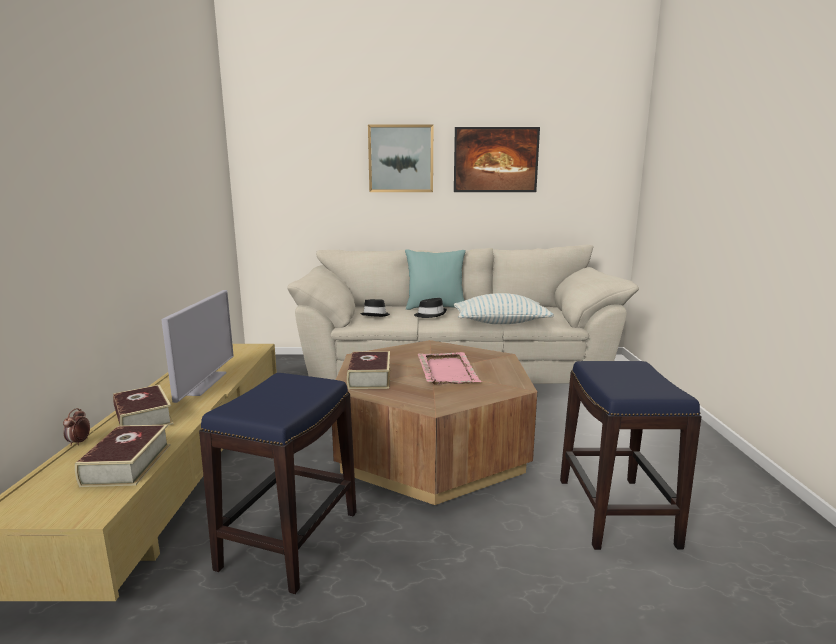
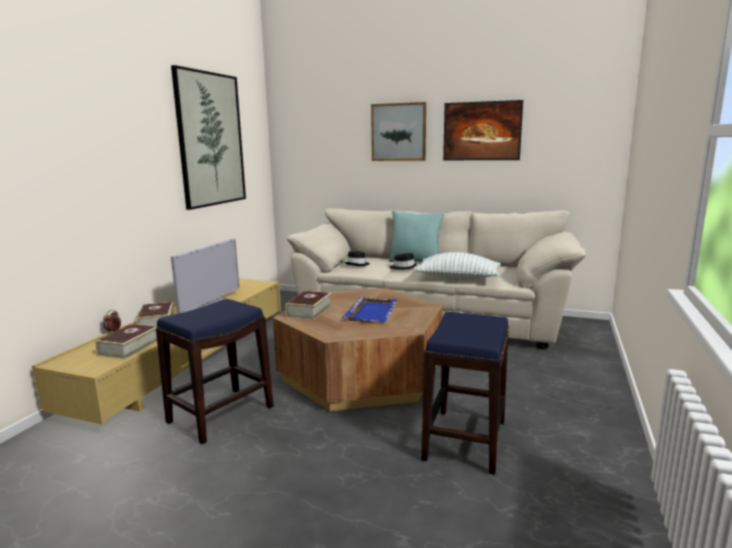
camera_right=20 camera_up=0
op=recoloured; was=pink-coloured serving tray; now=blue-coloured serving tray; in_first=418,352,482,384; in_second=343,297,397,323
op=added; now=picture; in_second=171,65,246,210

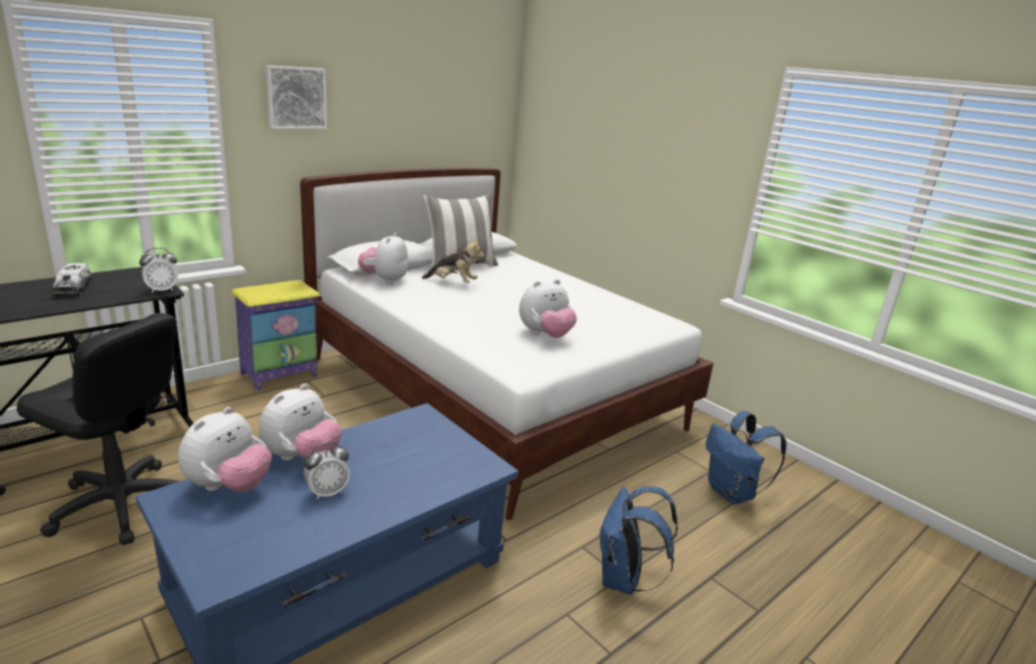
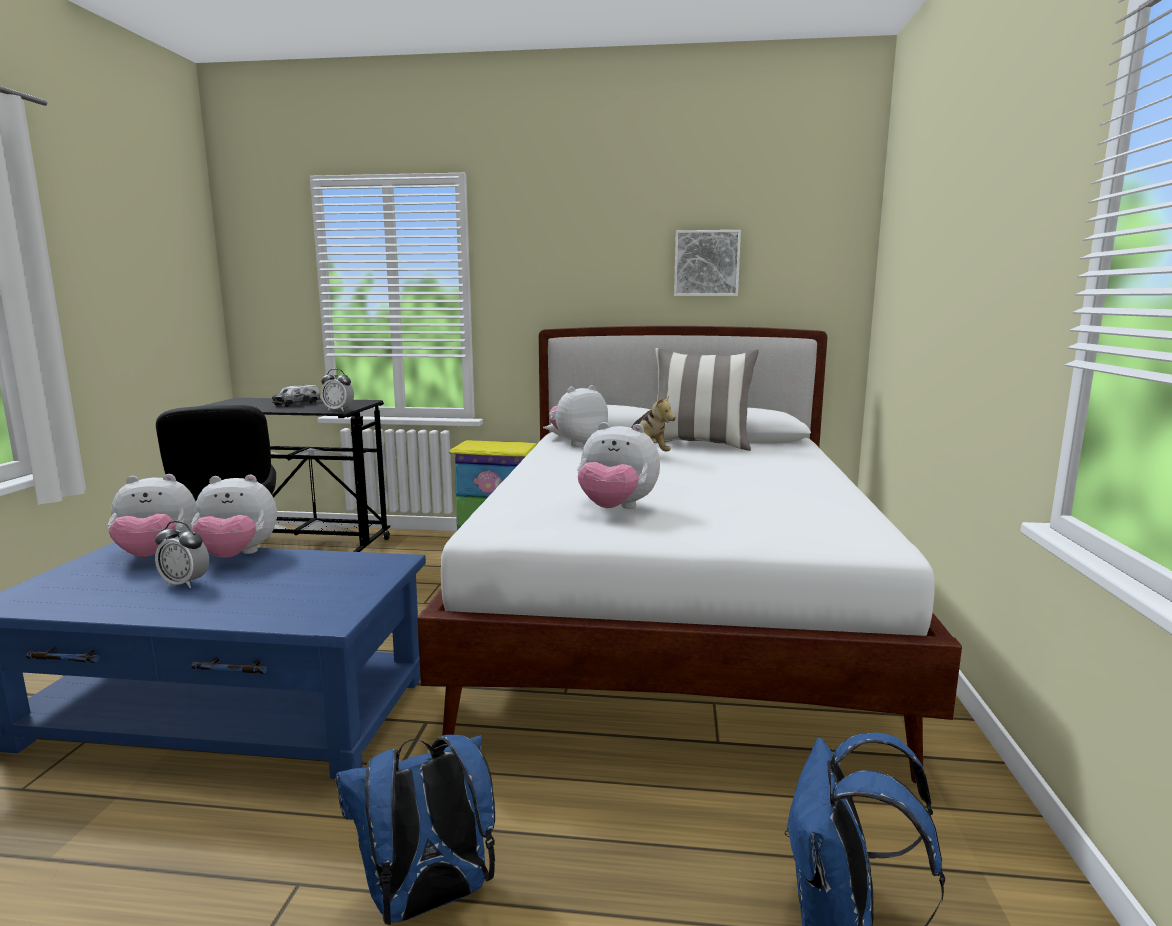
camera_right=50 camera_up=-10
op=moved; was=picture; in_first=266,65,327,129; in_second=674,230,741,296

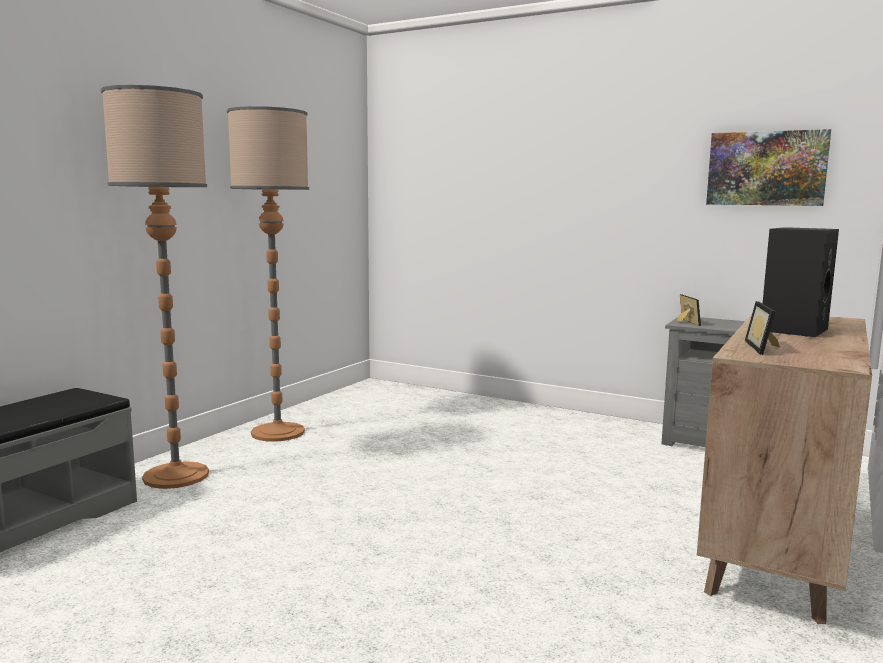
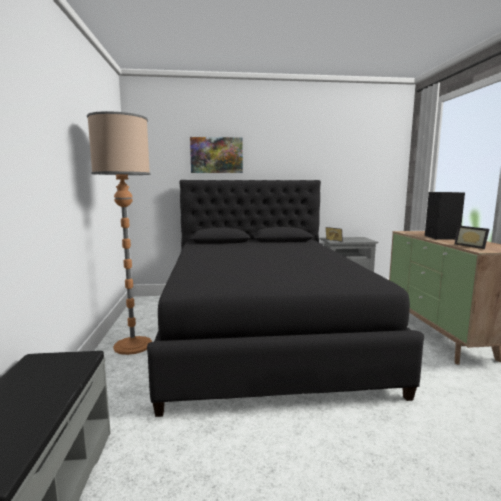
camera_right=-35 camera_up=0
op=removed; was=standing lamp; in_first=101,85,209,489
op=moved; was=picture; in_first=706,129,831,206; in_second=190,137,243,173
op=added; now=blackish bedroom bed; in_second=147,180,424,417

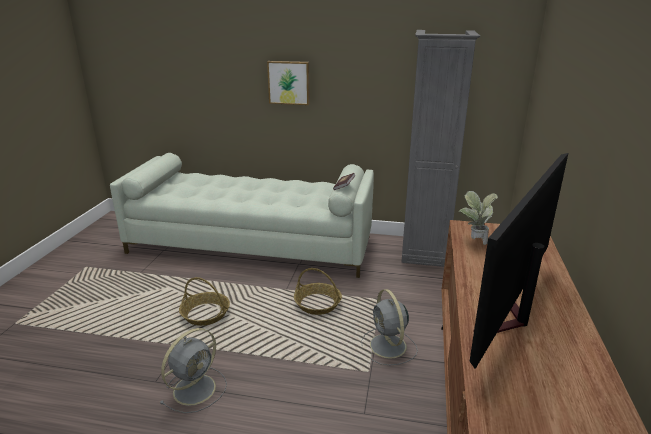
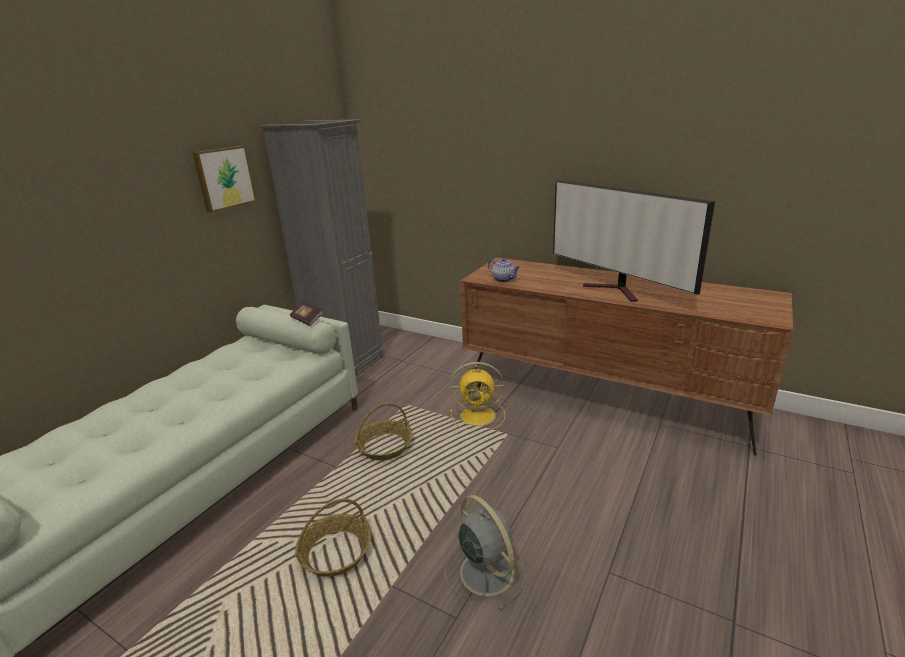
camera_right=-70 camera_up=0
op=moved; was=picture; in_first=267,61,310,105; in_second=192,146,257,212
op=recoloured; was=grey cooling fan; now=yellow-coloured cooling fan; in_first=361,289,418,365; in_second=449,362,505,430
op=replaced; was=potted plant; now=tea pot; in_first=459,191,498,245; in_second=488,258,520,282

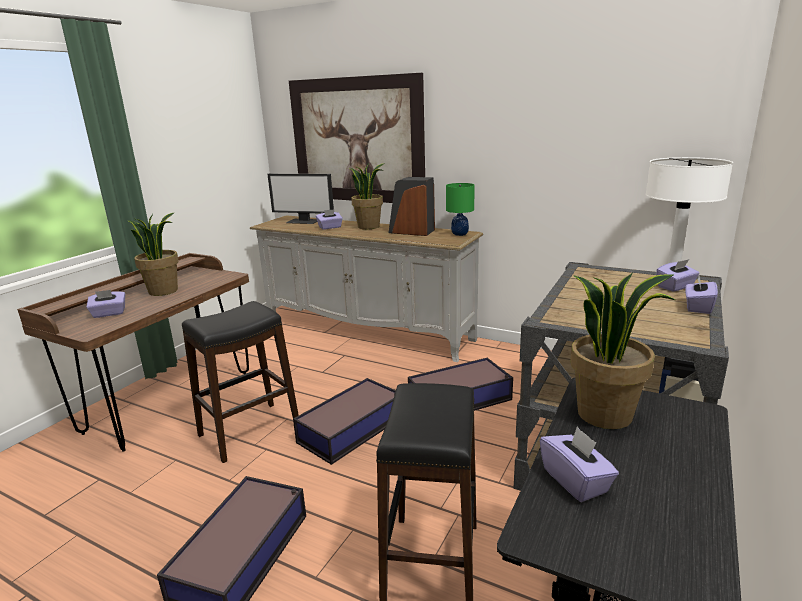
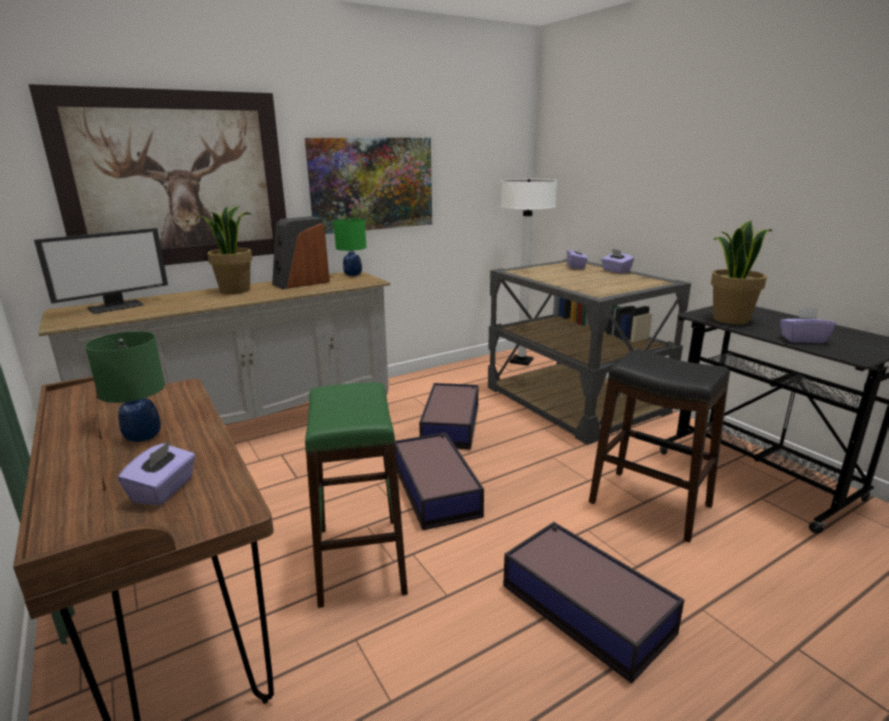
camera_right=-60 camera_up=0
op=replaced; was=potted plant; now=green-coloured tabletop lamp; in_first=127,212,179,296; in_second=85,331,165,442
op=recoloured; was=blackish stool seat; now=green-coloured stool seat; in_first=182,301,299,463; in_second=305,383,408,608
op=removed; was=purple box of tissues; in_first=316,209,343,230
op=added; now=picture; in_second=305,138,432,234

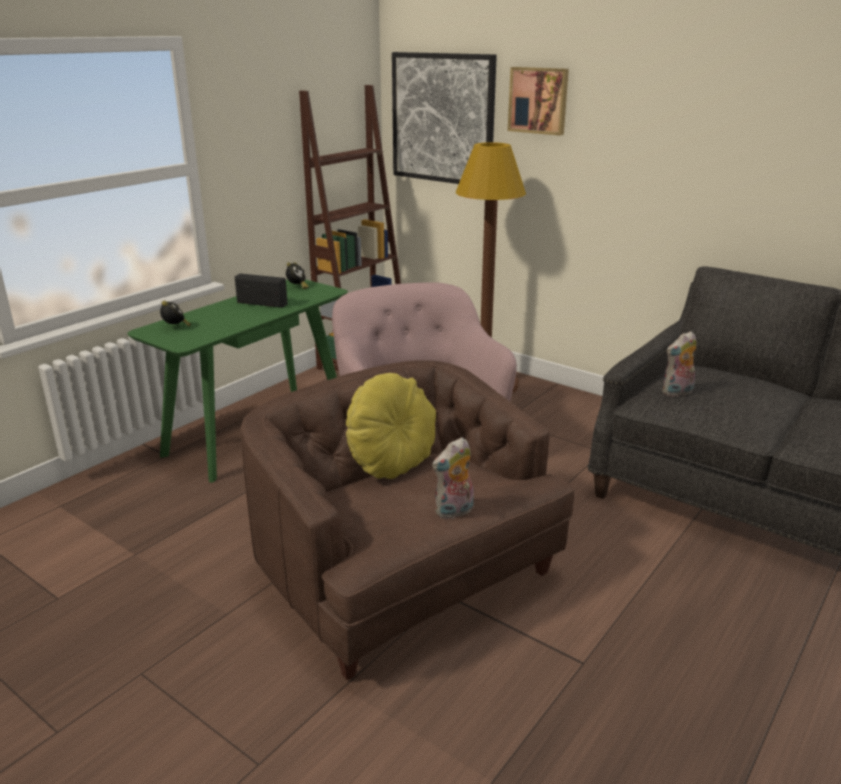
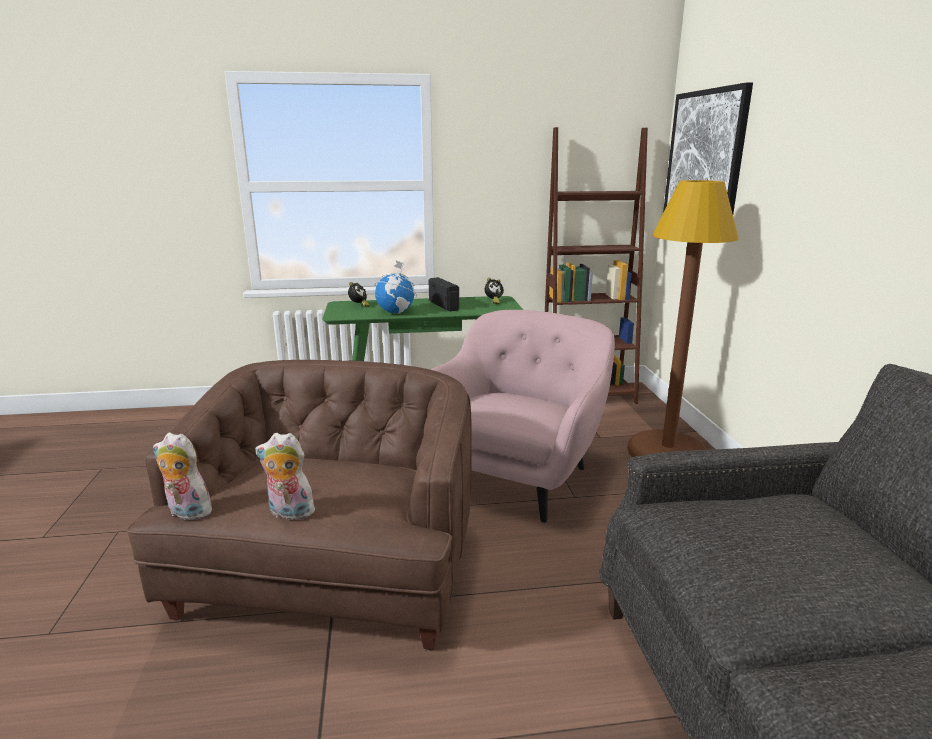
camera_right=45 camera_up=-5
op=removed; was=yellow-coloured throw pillow; in_first=346,373,436,479
op=removed; was=picture; in_first=508,67,569,136
op=moved; was=plush toy; in_first=662,331,696,397; in_second=153,433,212,520
op=added; now=world globe; in_second=374,260,417,314

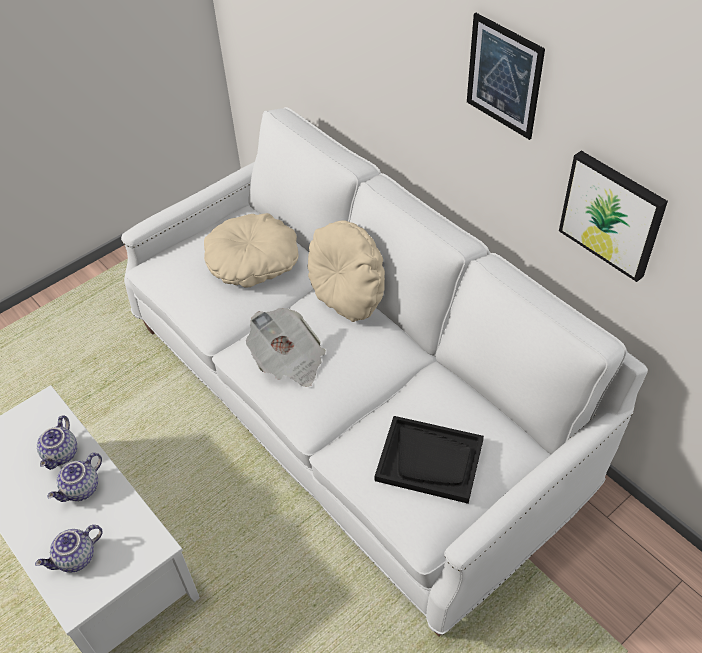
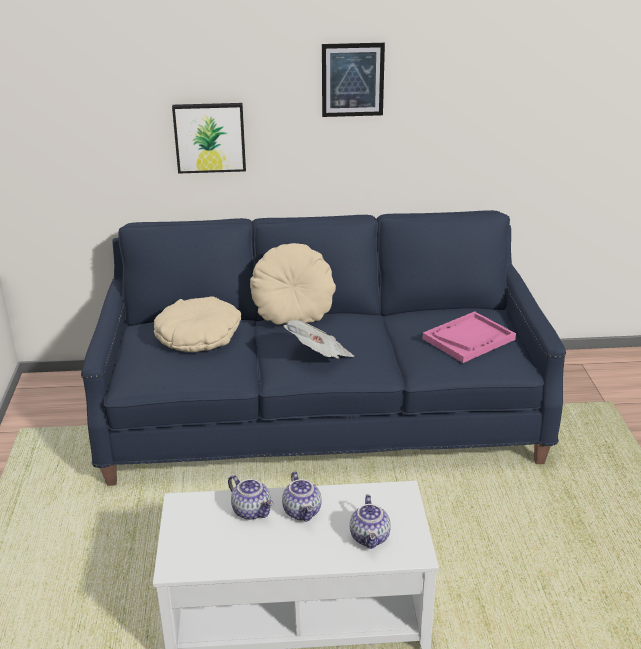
camera_right=-55 camera_up=-20
op=recoloured; was=white sofa; now=blue-coloured sofa; in_first=121,107,648,637; in_second=81,210,566,486
op=recoloured; was=blackish serving tray; now=pink-coloured serving tray; in_first=375,416,484,504; in_second=423,311,516,363
op=moved; was=picture; in_first=559,151,668,282; in_second=172,103,246,174

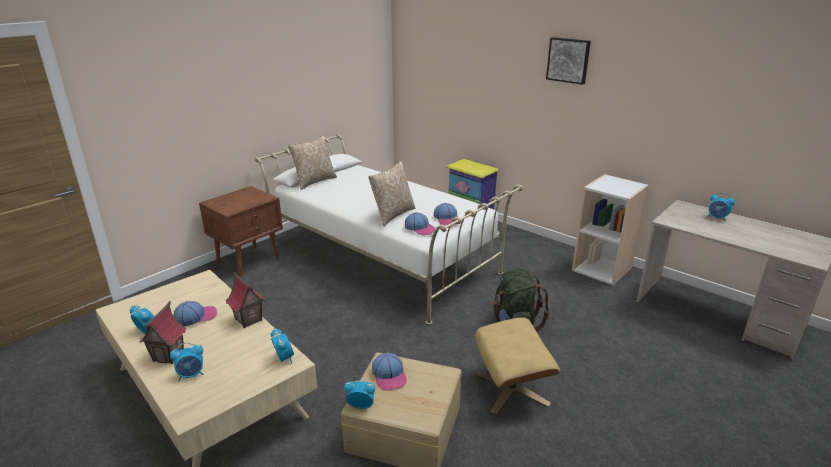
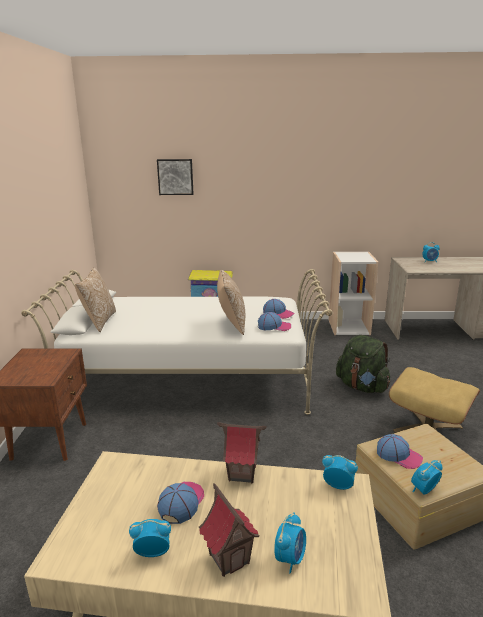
camera_right=-40 camera_up=-5
op=moved; was=picture; in_first=546,37,591,85; in_second=157,159,193,195

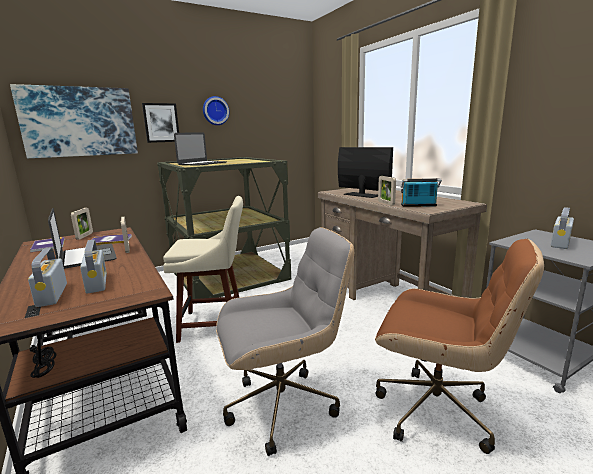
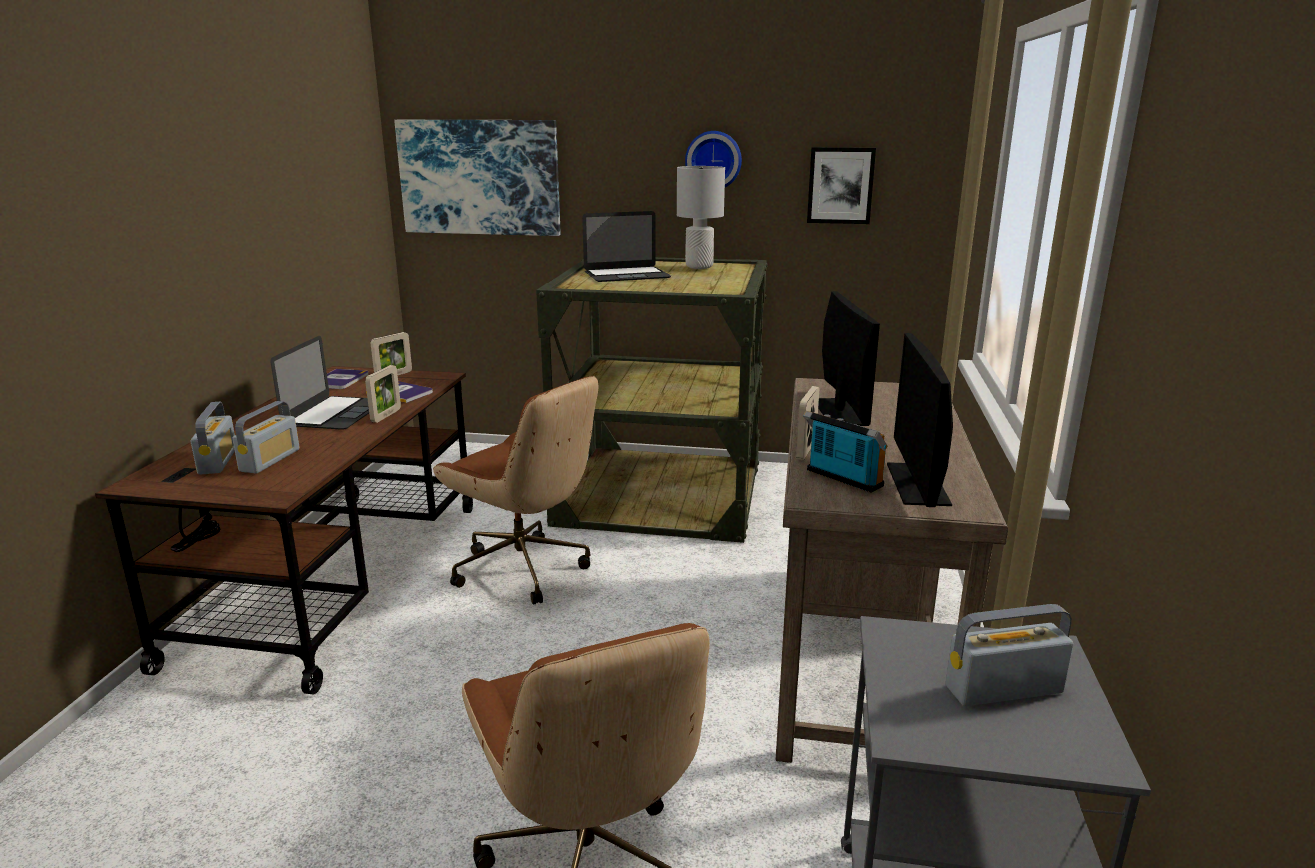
camera_right=40 camera_up=5
op=turned; was=radio receiver; in_first=28,248,67,307; in_second=190,402,235,475; clockwise=150
op=moved; was=picture; in_first=142,103,179,143; in_second=807,147,876,224
op=replaced; was=beige stool seat; now=brownish computer chair; in_first=163,196,243,343; in_second=433,376,598,605
op=removed; was=grey computer chair; in_first=216,227,354,456
op=added; now=grey tabletop lamp; in_second=677,166,725,269
op=added; now=computer display; in_second=887,333,953,507

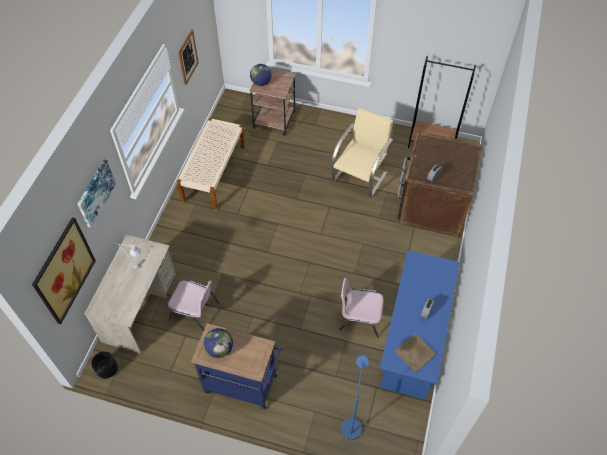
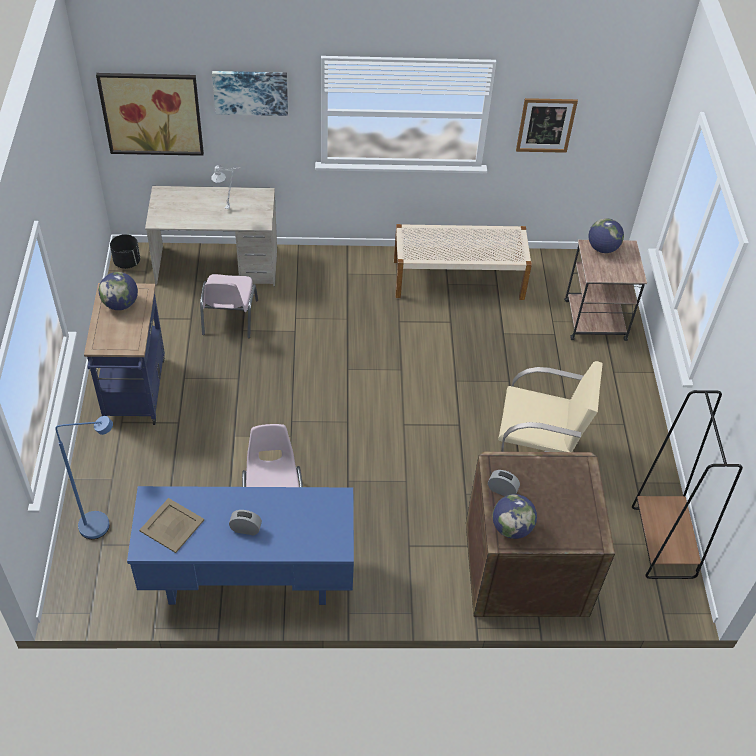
camera_right=70 camera_up=-5
op=added; now=world globe; in_second=492,494,537,539

